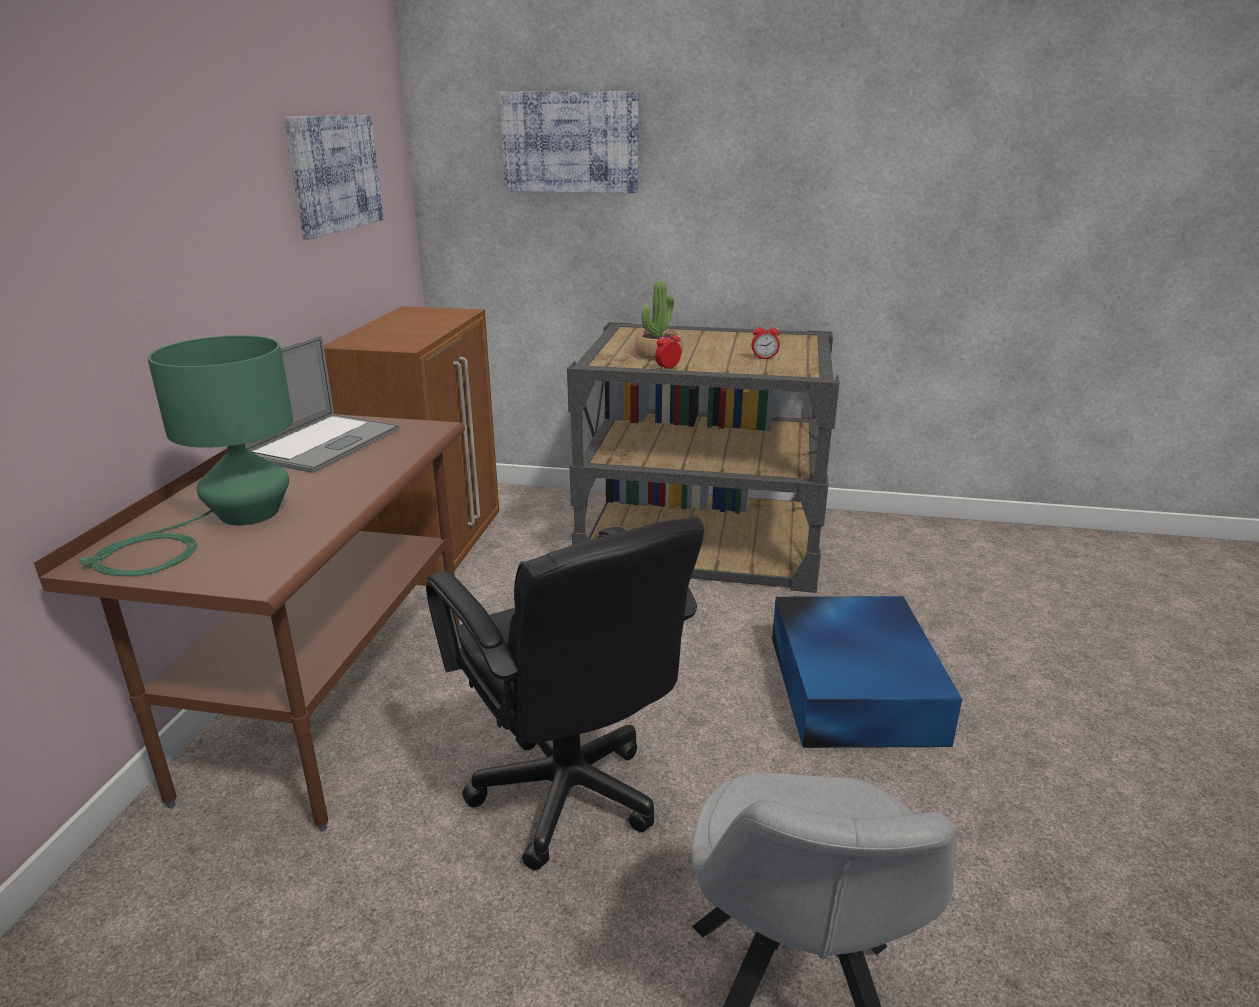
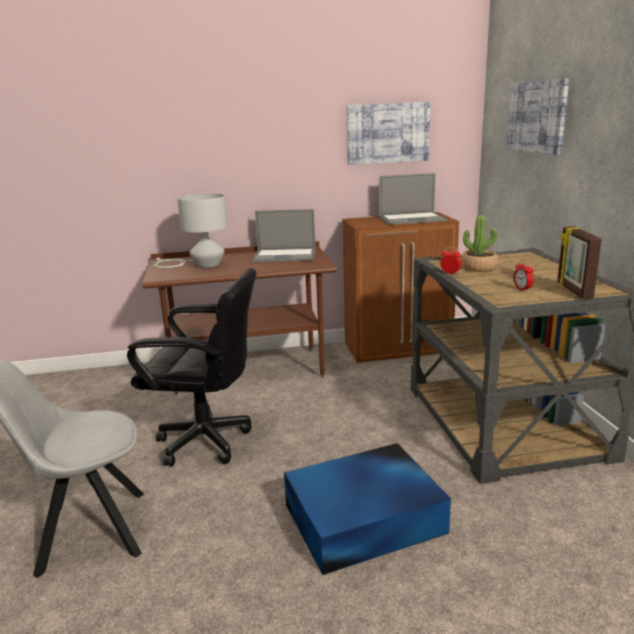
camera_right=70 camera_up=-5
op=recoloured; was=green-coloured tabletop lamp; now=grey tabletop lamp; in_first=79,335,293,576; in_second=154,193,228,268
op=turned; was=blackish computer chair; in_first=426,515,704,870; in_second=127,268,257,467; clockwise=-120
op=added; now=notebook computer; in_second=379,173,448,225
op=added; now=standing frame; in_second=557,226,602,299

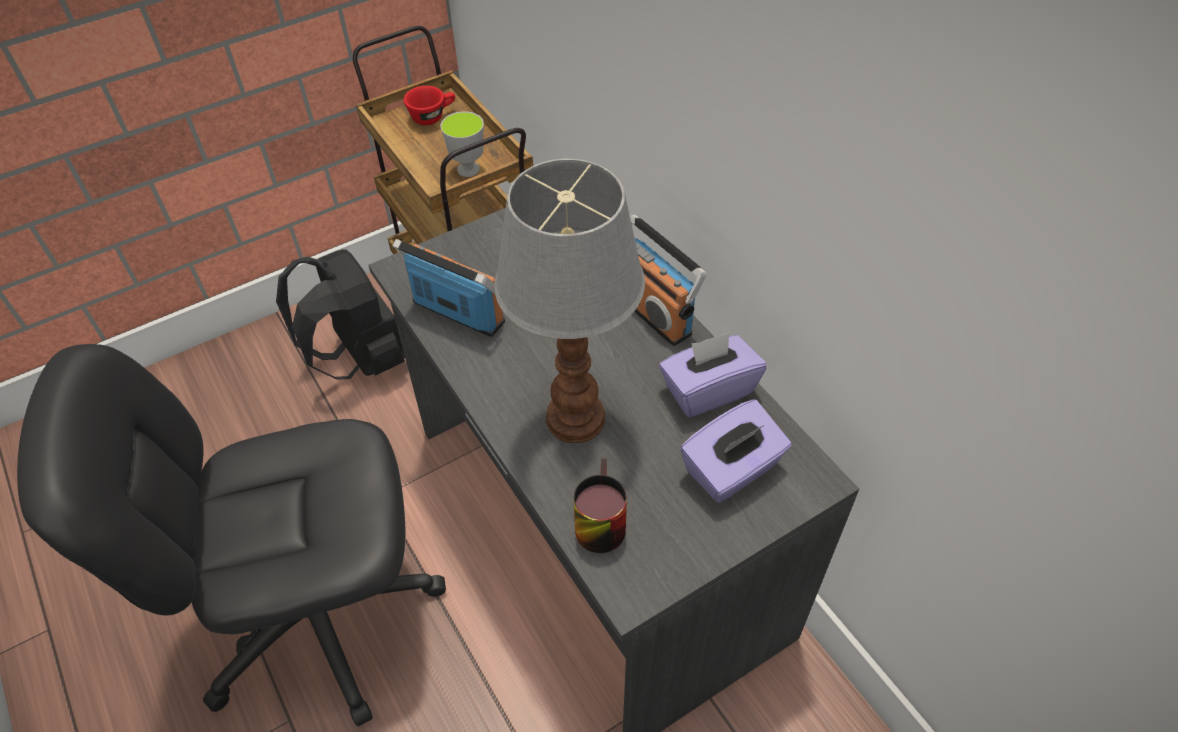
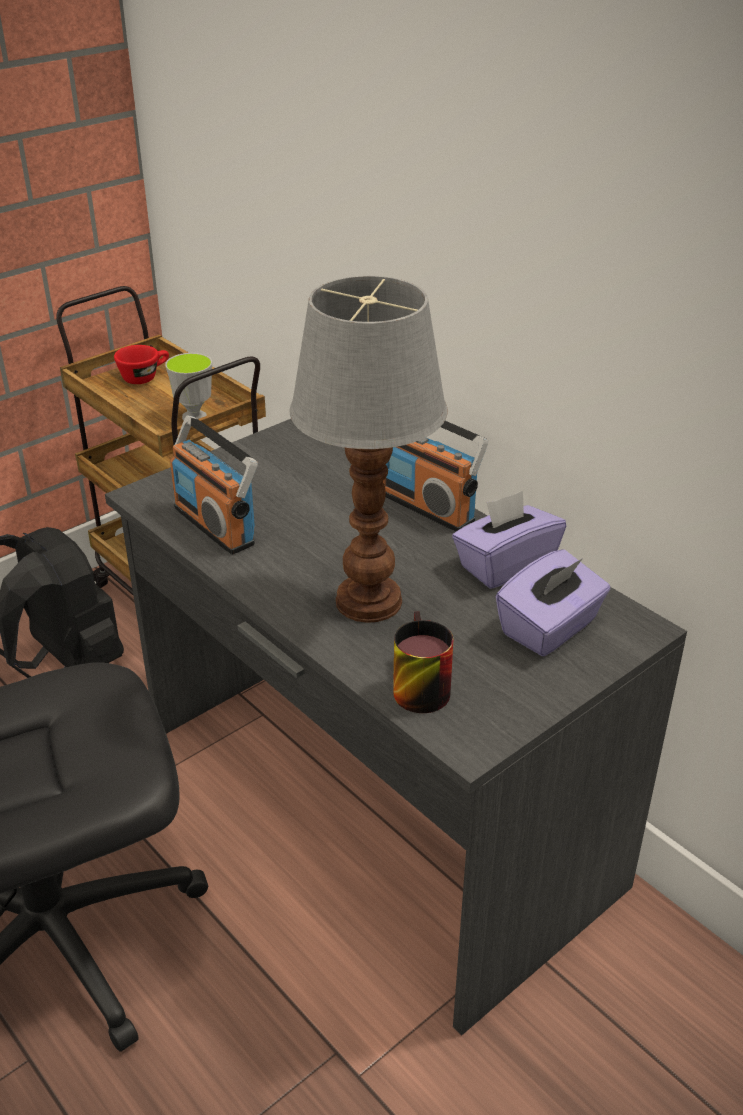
camera_right=-10 camera_up=-15
op=turned; was=radio receiver; in_first=392,239,505,337; in_second=170,415,258,554; clockwise=-150

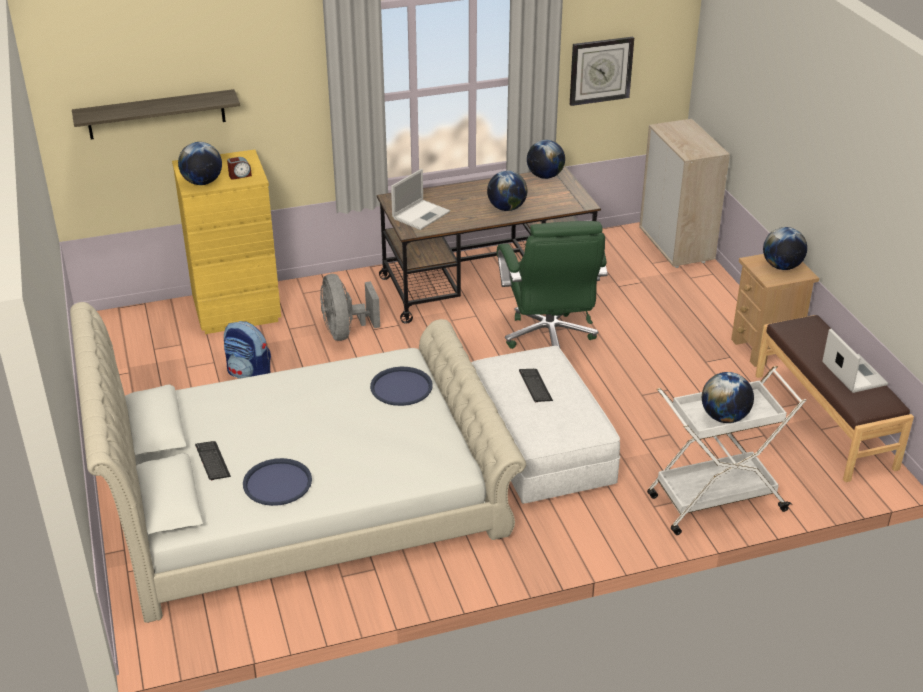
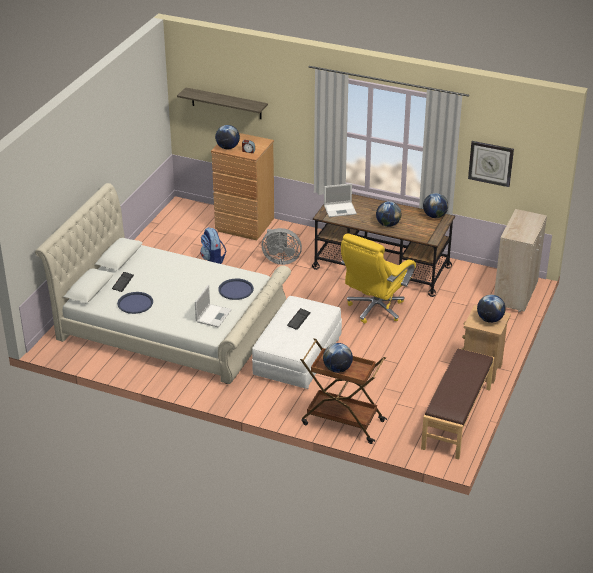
camera_right=40 camera_up=0
op=recoloured; was=yellow-coloured chest of drawers; now=brownish chest of drawers; in_first=172,149,281,334; in_second=211,133,274,241
op=turned; was=grey cooling fan; in_first=320,274,380,341; in_second=262,228,302,265; clockwise=-105
op=recoloured; was=green-coloured computer chair; now=yellow-coloured computer chair; in_first=497,221,608,349; in_second=341,233,416,323
op=recoloured; was=white trolley; now=brownish trolley; in_first=647,366,807,535; in_second=300,339,387,444
op=moved; was=notebook computer; in_first=822,329,888,393; in_second=195,285,232,328

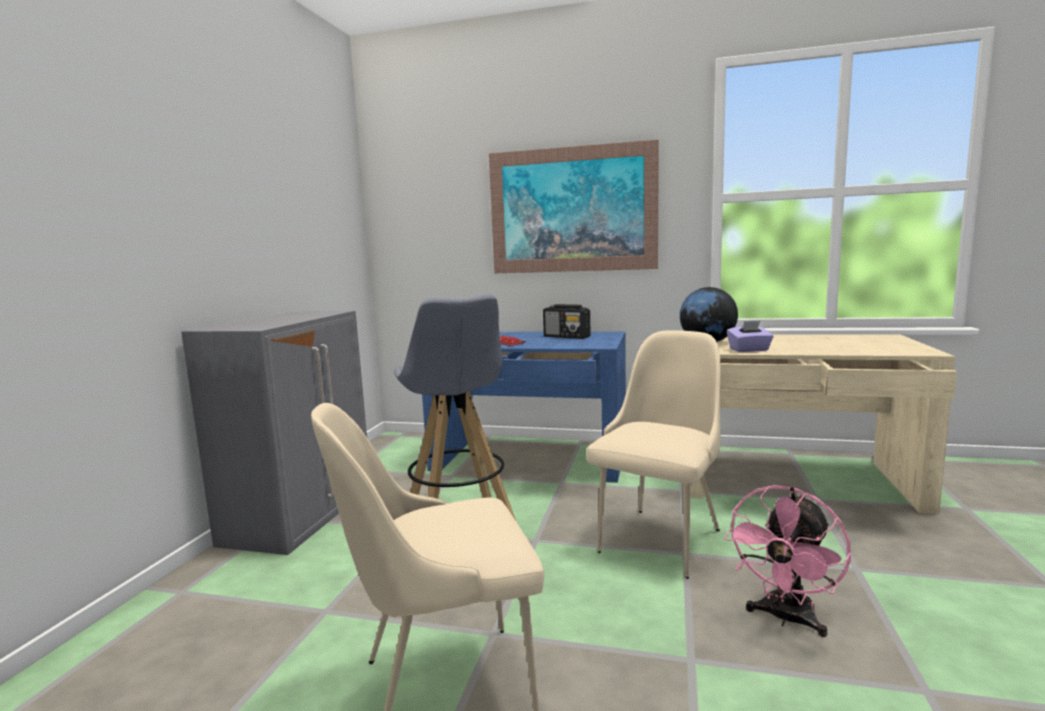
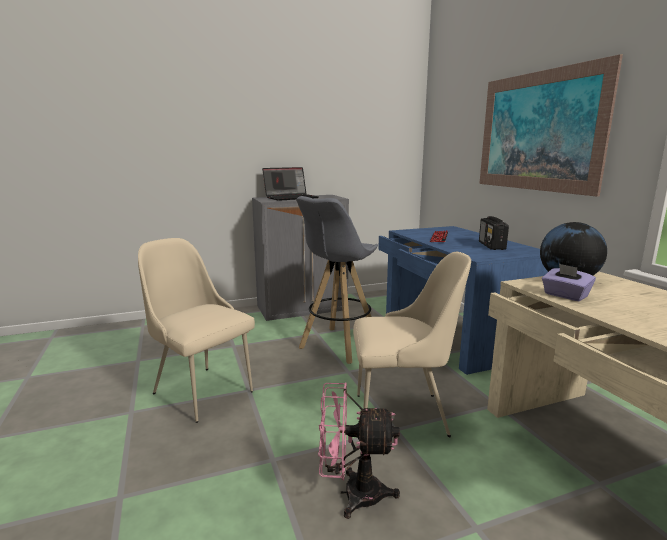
camera_right=55 camera_up=5
op=added; now=notebook computer; in_second=262,167,319,201

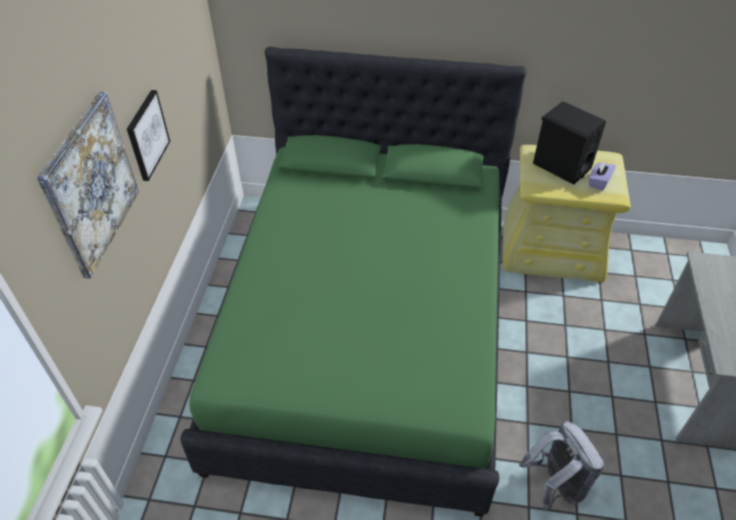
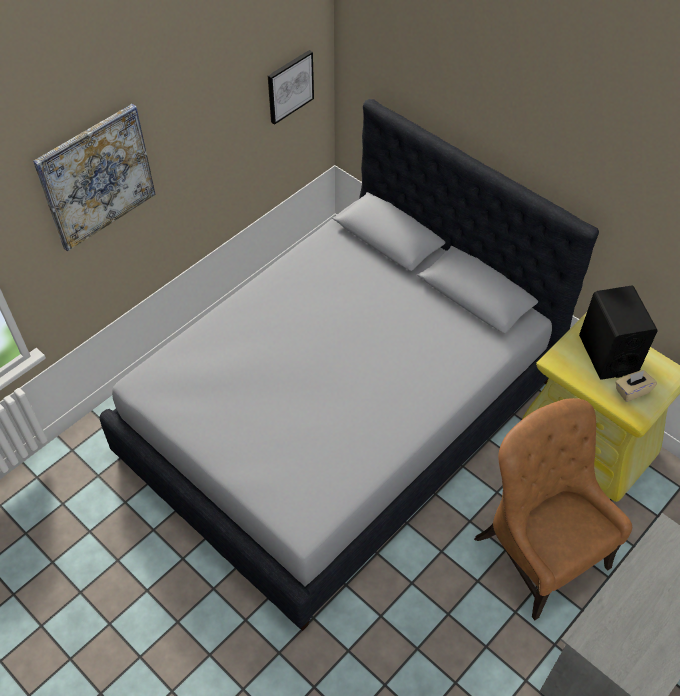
camera_right=35 camera_up=5
op=moved; was=picture; in_first=127,90,170,181; in_second=268,50,314,125
op=recoloured; was=green-coloured bedroom bed; now=grey bedroom bed; in_first=181,47,527,517; in_second=99,99,599,631
op=removed; was=grey knapsack; in_first=519,421,605,511
op=recoloured; was=purple box of tissues; now=beige box of tissues; in_first=589,161,616,191; in_second=615,370,657,402
op=added; now=brownish upright chair; in_second=474,398,632,620

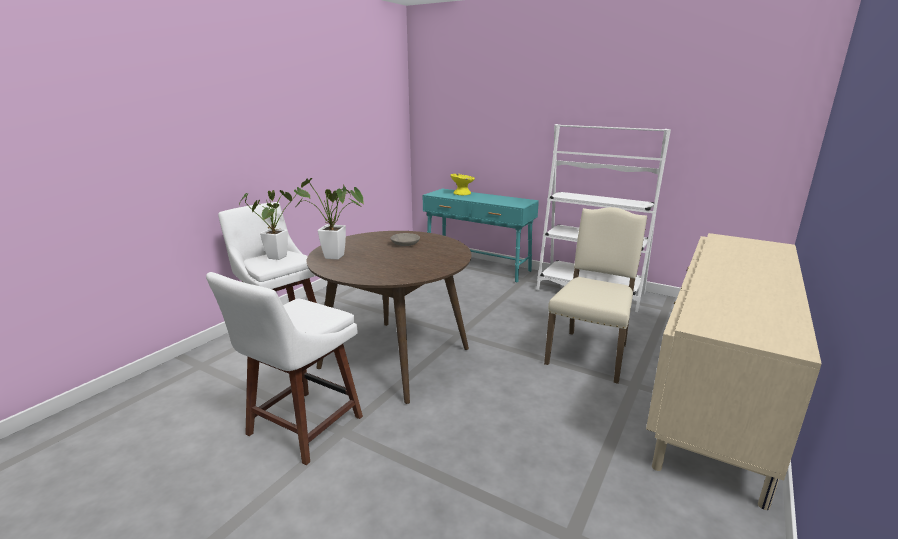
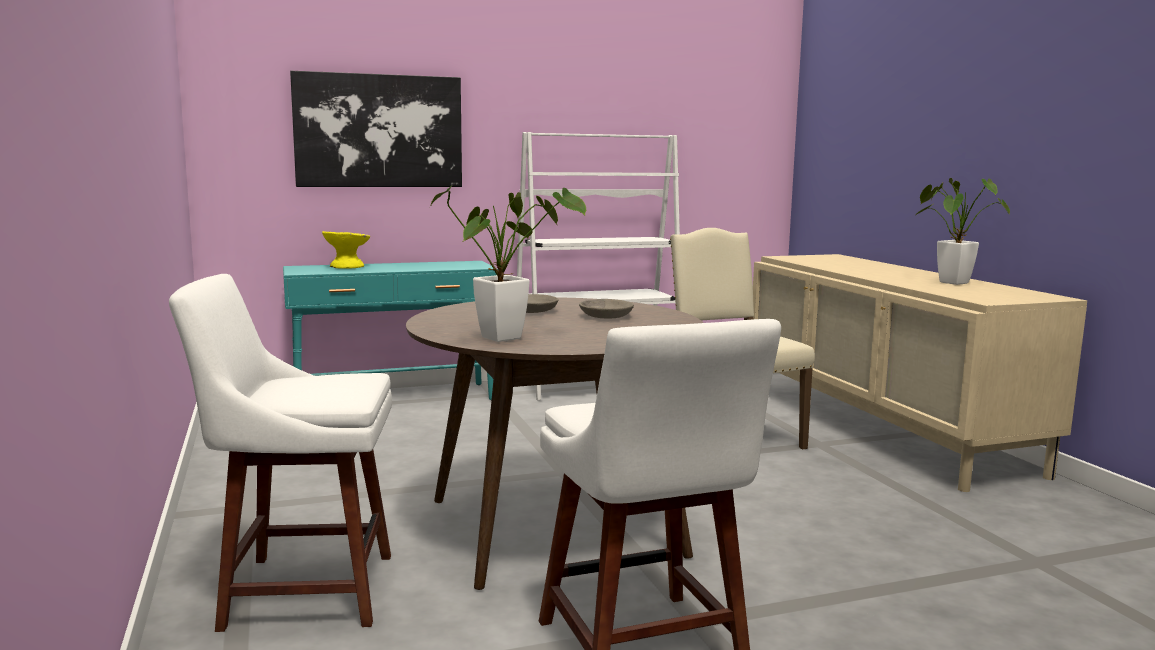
camera_right=-50 camera_up=-10
op=moved; was=potted plant; in_first=239,187,310,260; in_second=916,178,1010,285
op=added; now=picture; in_second=290,71,462,187
op=added; now=grey deep dish; in_second=579,299,634,318

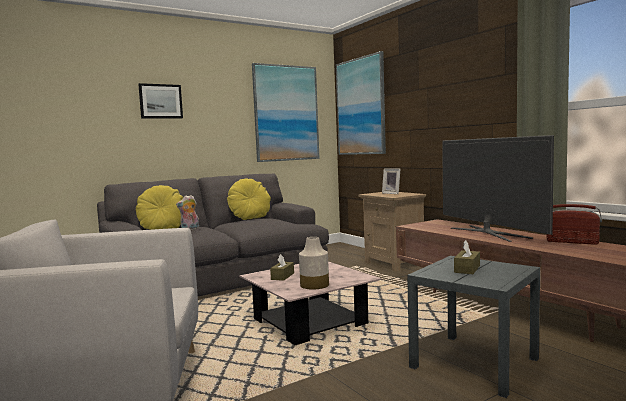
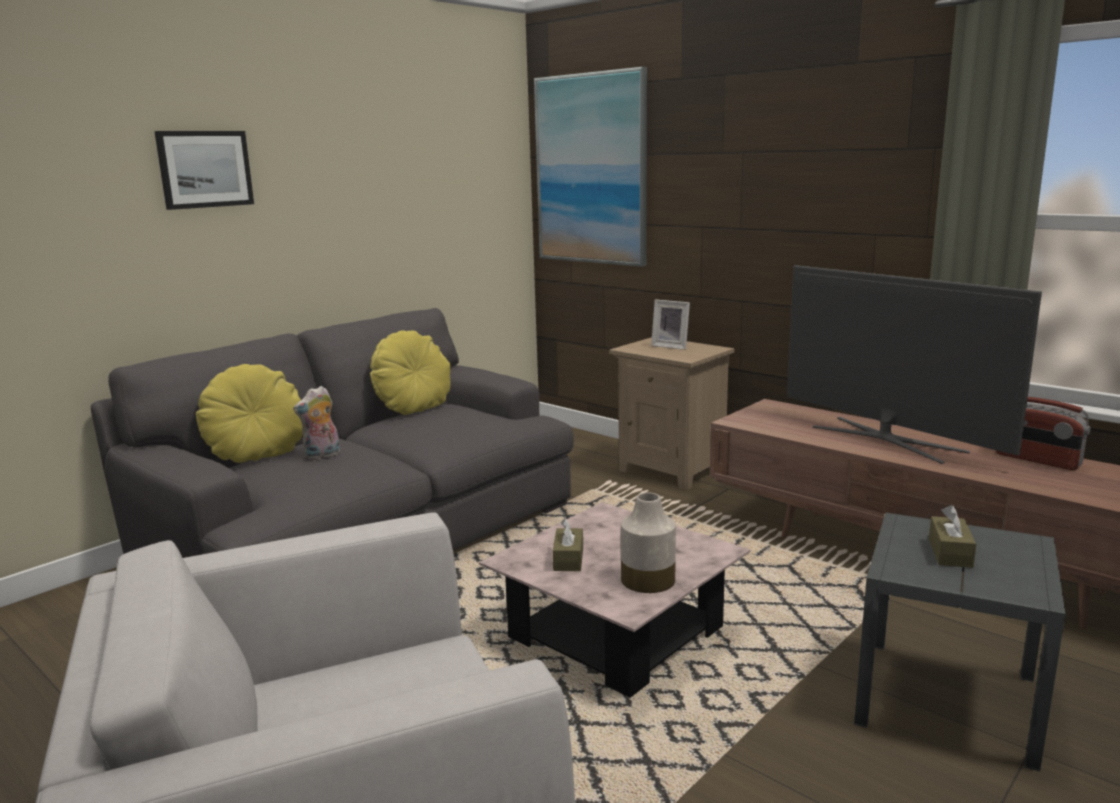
camera_right=-15 camera_up=10
op=removed; was=picture; in_first=252,63,320,162
op=turned; was=radio receiver; in_first=547,204,602,245; in_second=996,397,1091,470; clockwise=-150

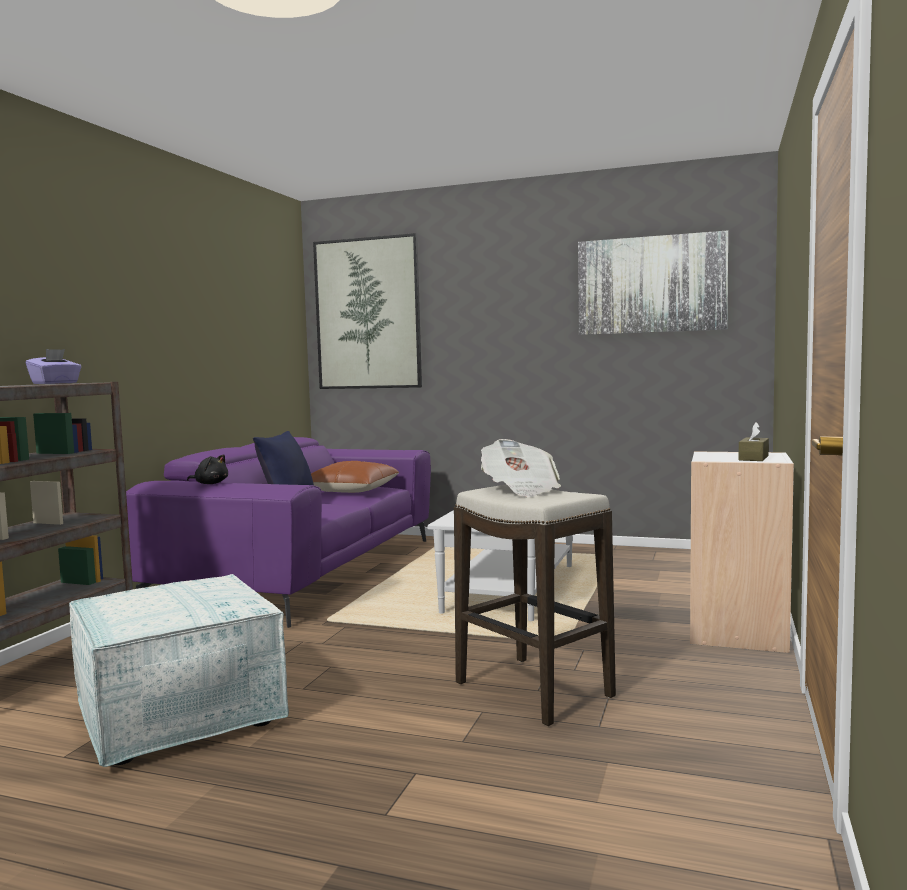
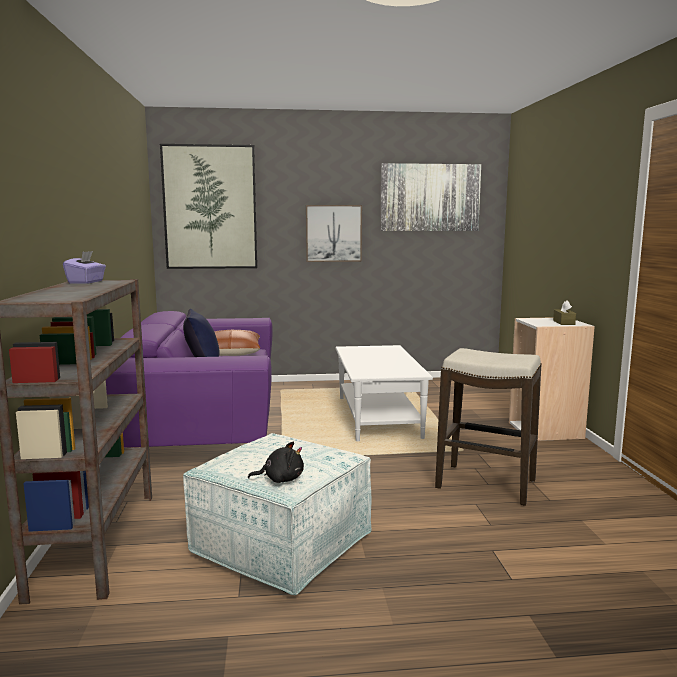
camera_right=-25 camera_up=5
op=moved; was=blackish plush toy; in_first=187,454,228,484; in_second=248,441,304,483
op=removed; was=daily paper; in_first=481,439,561,497
op=added; now=picture; in_second=306,205,362,262

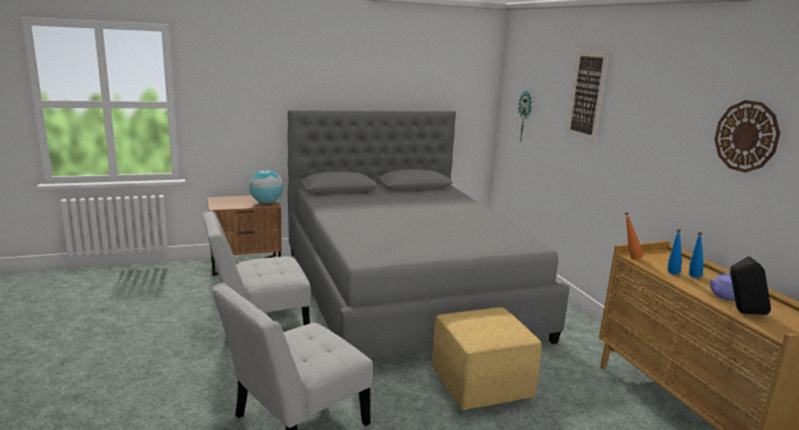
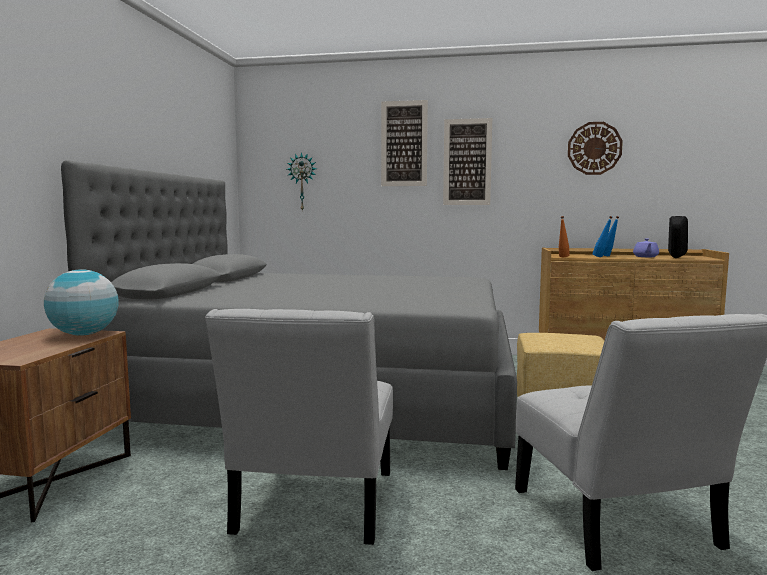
camera_right=-60 camera_up=-10
op=added; now=picture; in_second=443,118,492,205

